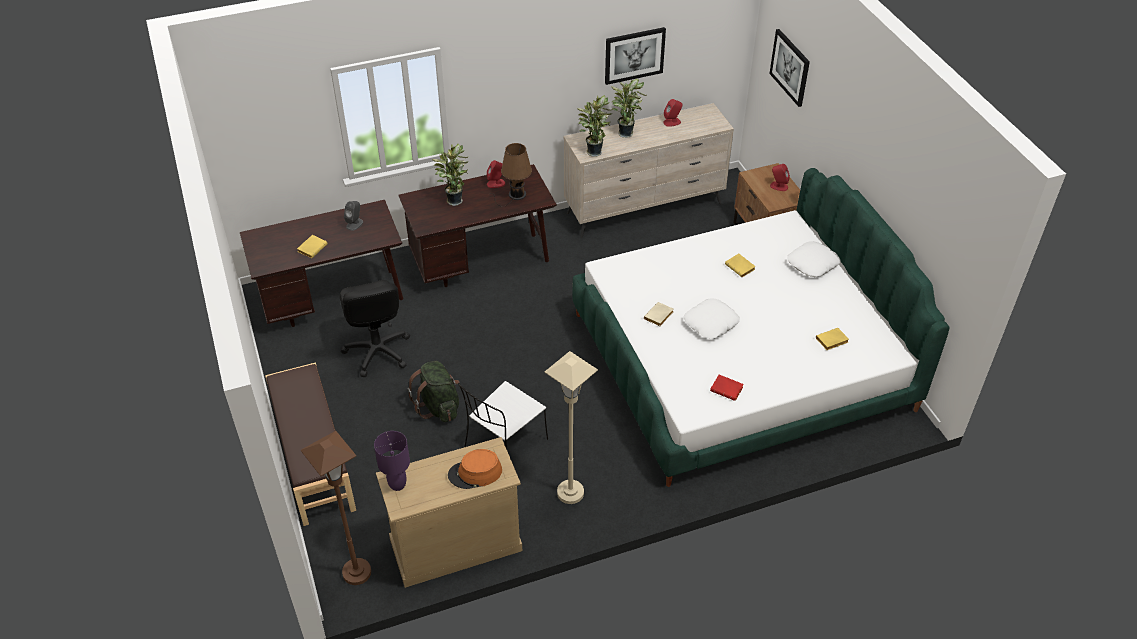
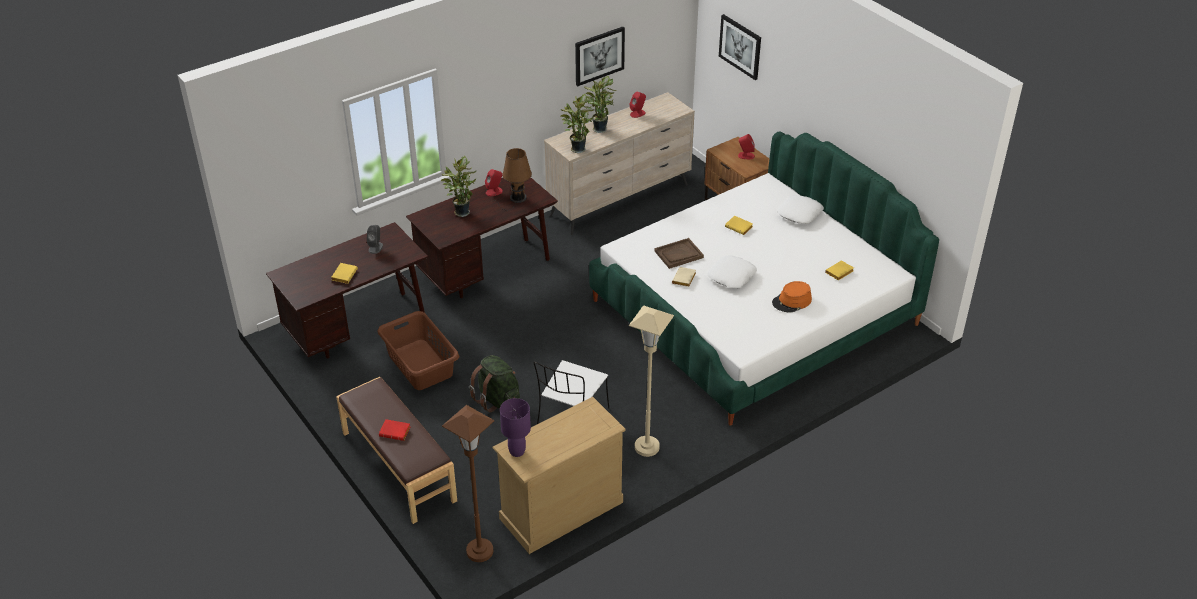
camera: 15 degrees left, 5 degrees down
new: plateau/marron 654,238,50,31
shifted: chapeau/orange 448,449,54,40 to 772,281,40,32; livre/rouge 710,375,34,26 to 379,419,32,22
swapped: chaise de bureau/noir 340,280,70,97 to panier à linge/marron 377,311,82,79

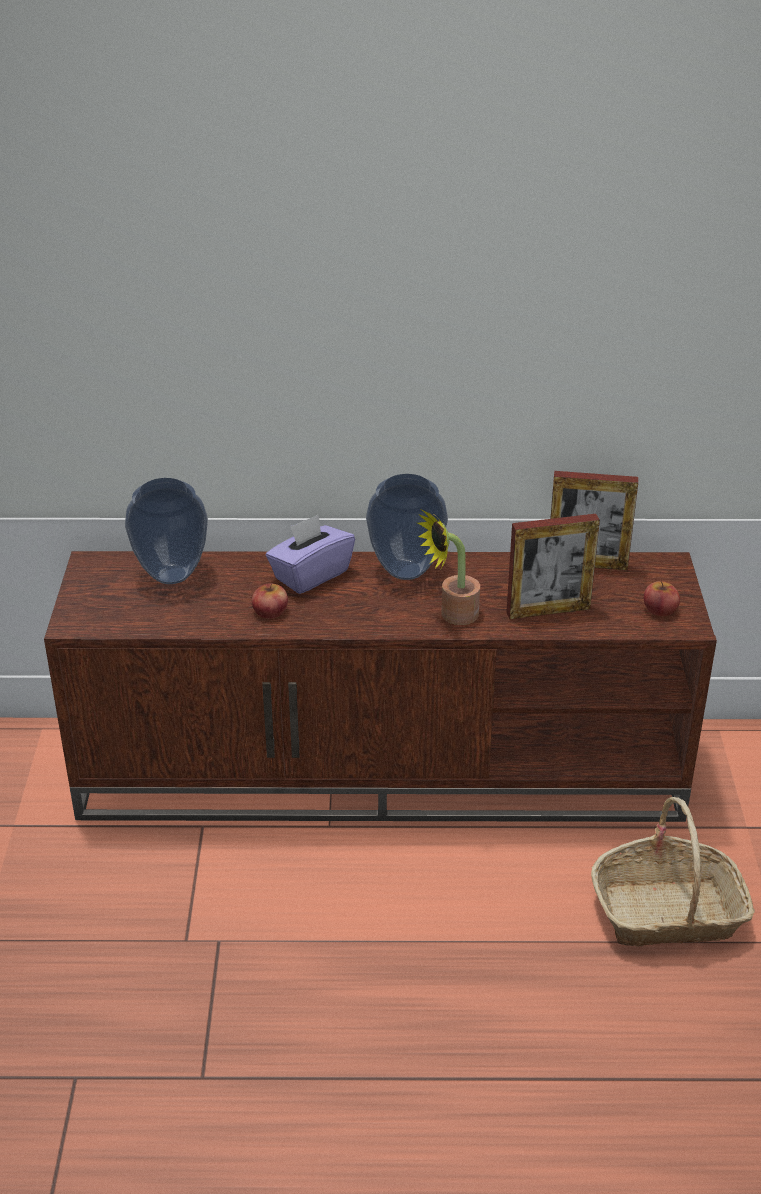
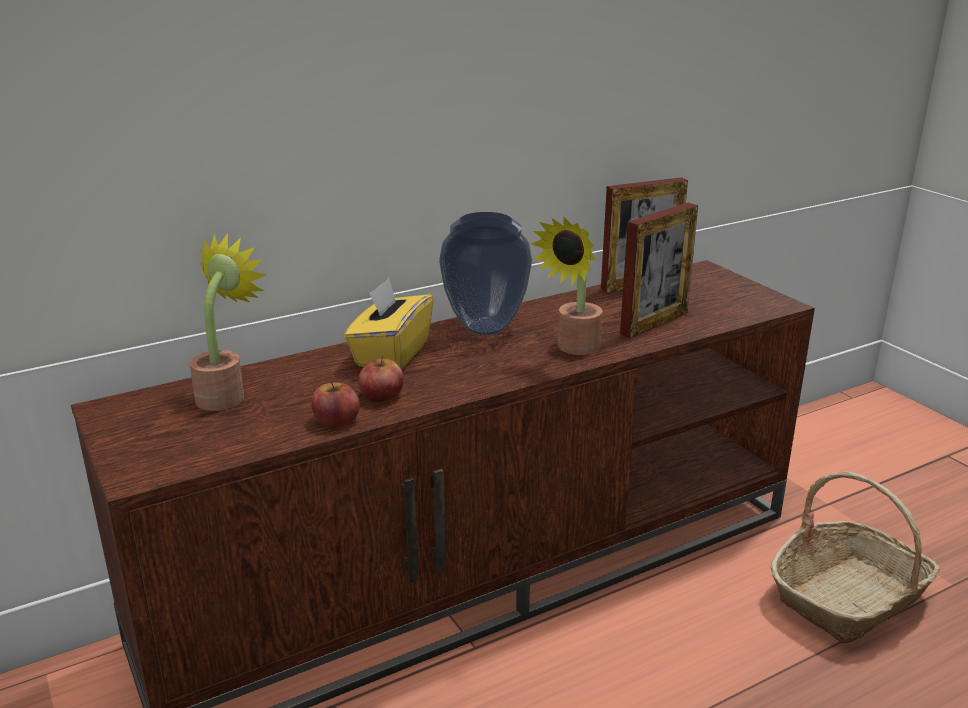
camera: 30 degrees left, 10 degrees down
shifted: pomme 644,581,36,35 to 311,380,49,47
swapped: vase 125,478,83,106 to plante en pot 190,233,77,178
repainted: boîte à mouchoirs/violet 266,514,89,80 to boîte à mouchoirs/jaune 344,278,90,91

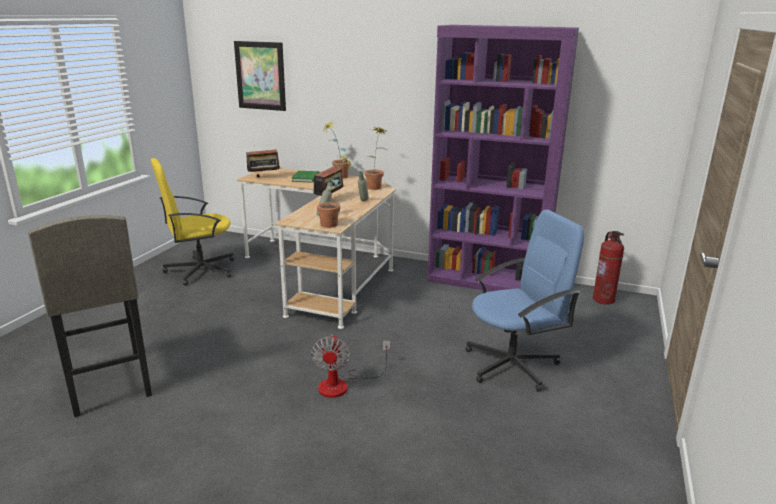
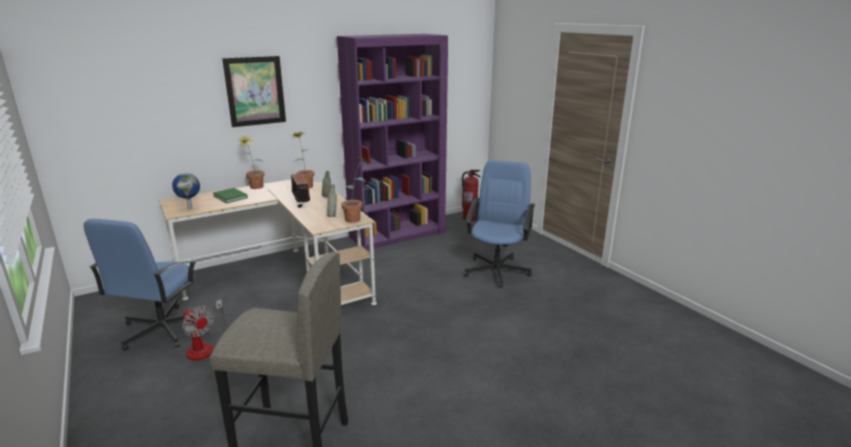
camera: 50 degrees left, 0 degrees up
shifted: tableau 234,41,52,70 to 222,56,64,71; ventilateur 311,335,79,63 to 182,299,44,61
swapped: radio 243,145,38,32 to globe 172,173,28,37
repainted: chaise de bureau/jaune 151,158,83,128 to chaise de bureau/bleu 84,219,122,132

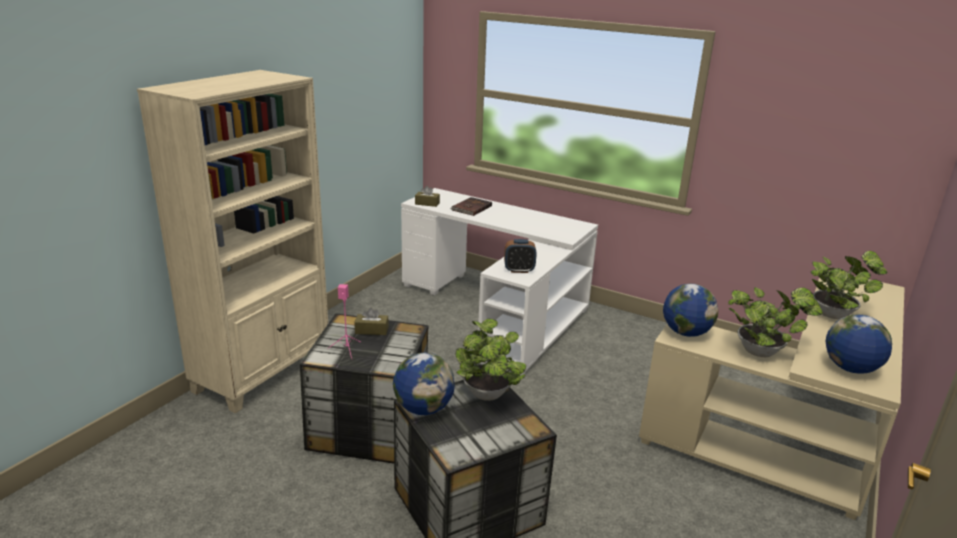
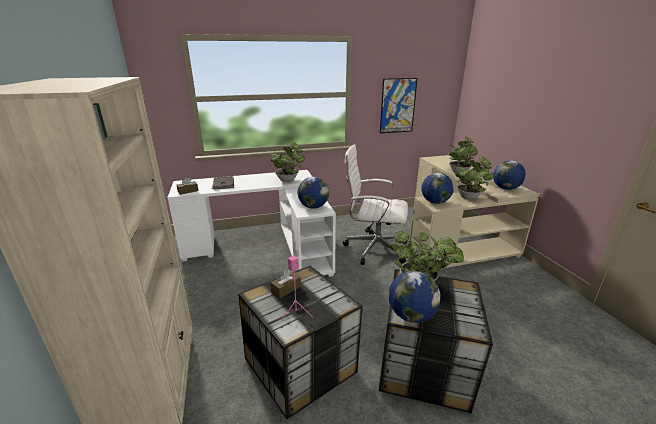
camera: 45 degrees left, 0 degrees up
new: plante en pot 270,142,35,40; chaise de bureau/blanc 343,144,65,121; tableau 380,78,38,55
swapped: réveil 504,239,33,34 to globe 297,177,32,32

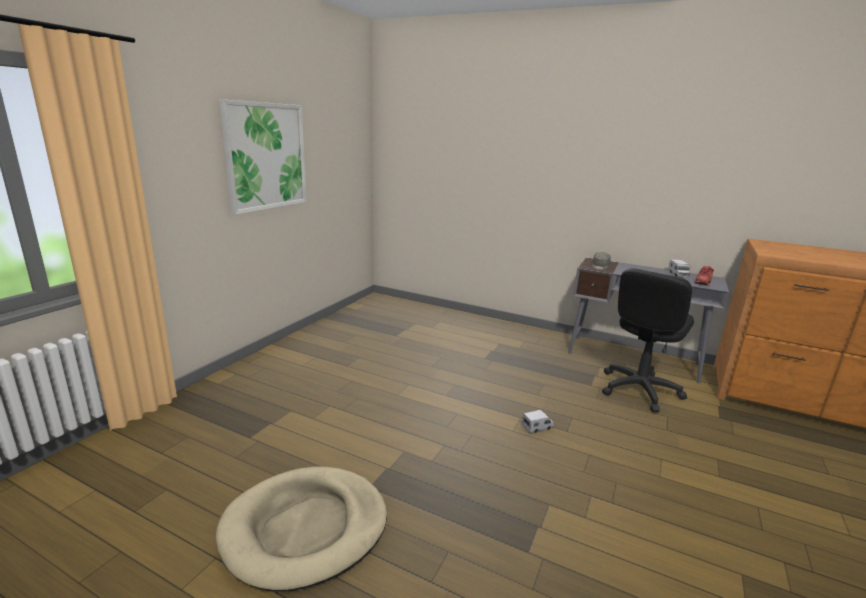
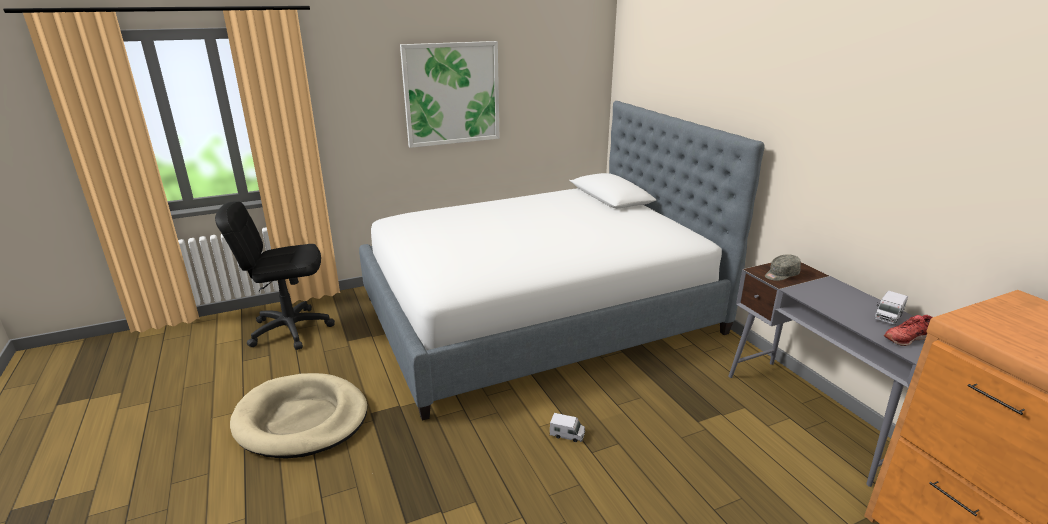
camera: 40 degrees right, 5 degrees up
new: lit 359,101,406,320
shifted: chaise de bureau/noir 602,269,92,143 to 215,202,120,148

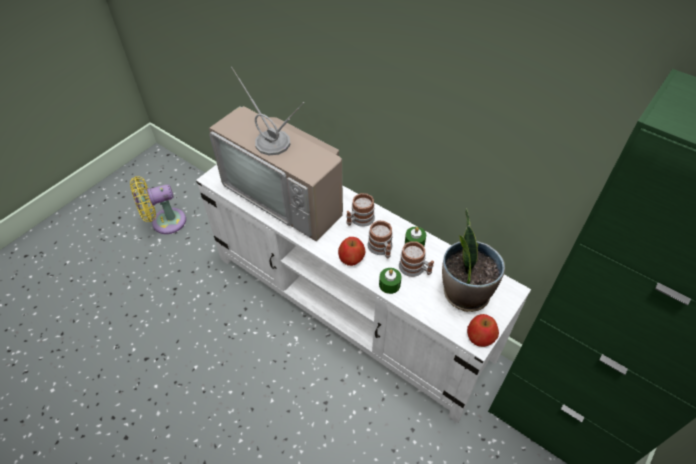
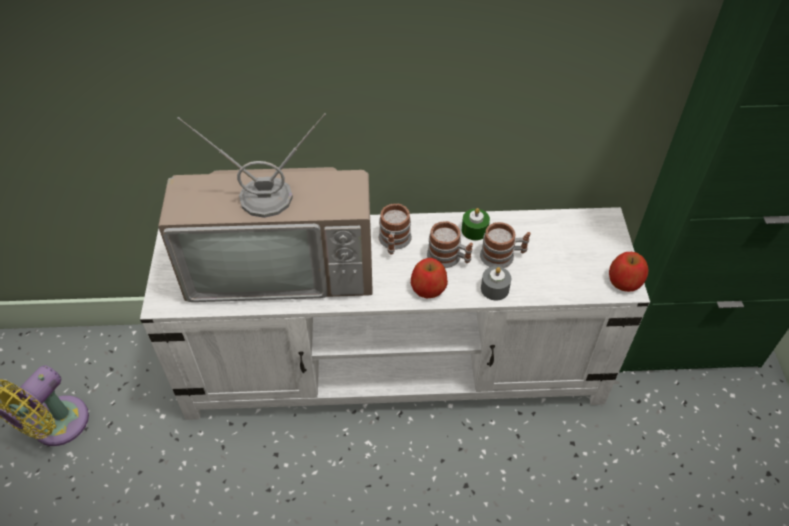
camera: 40 degrees left, 0 degrees up
gone: plante en pot 442,208,63,104
repainted: bougie/vert 379,268,22,26 to bougie/gris 481,266,30,34

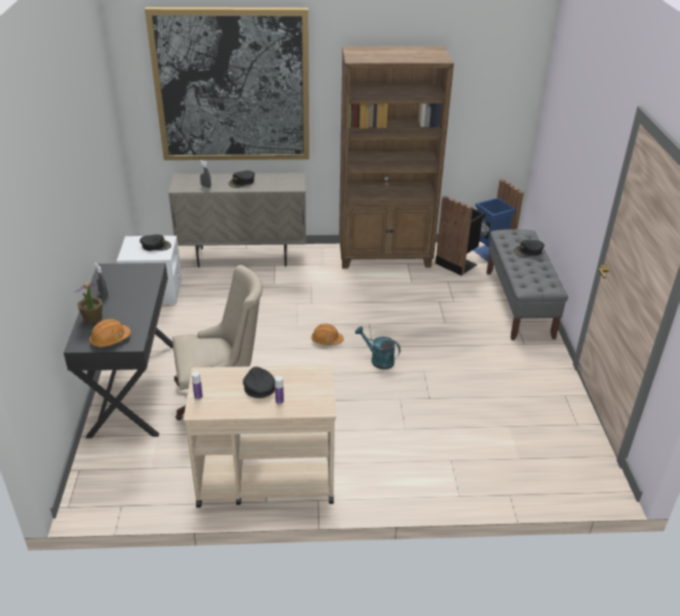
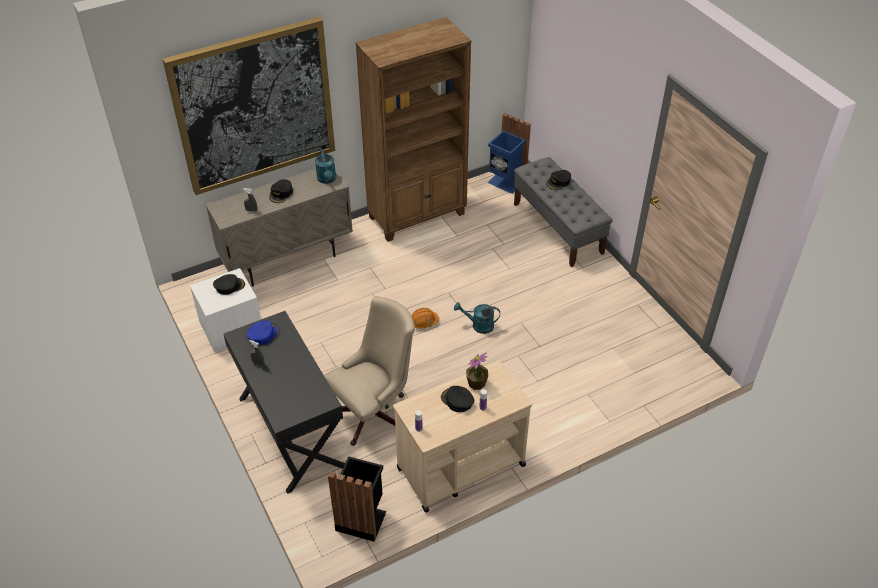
camera: 25 degrees left, 10 degrees up
gone: casque de chantier/orange 90,319,41,29
new: casquette/bleu 246,321,34,24; arrosoir/turquoise 315,149,21,35
shifted: plante en pot 75,282,27,42 to 466,353,22,37; poubelle/noir 435,196,50,80 to 328,456,59,86

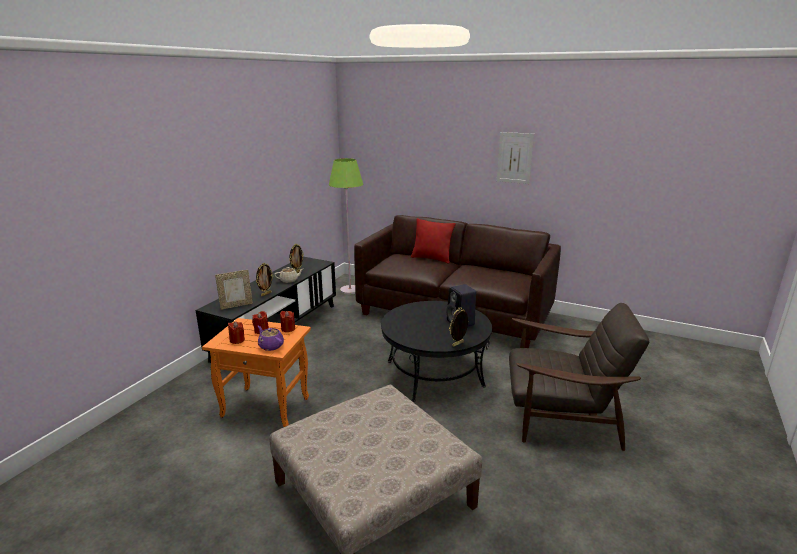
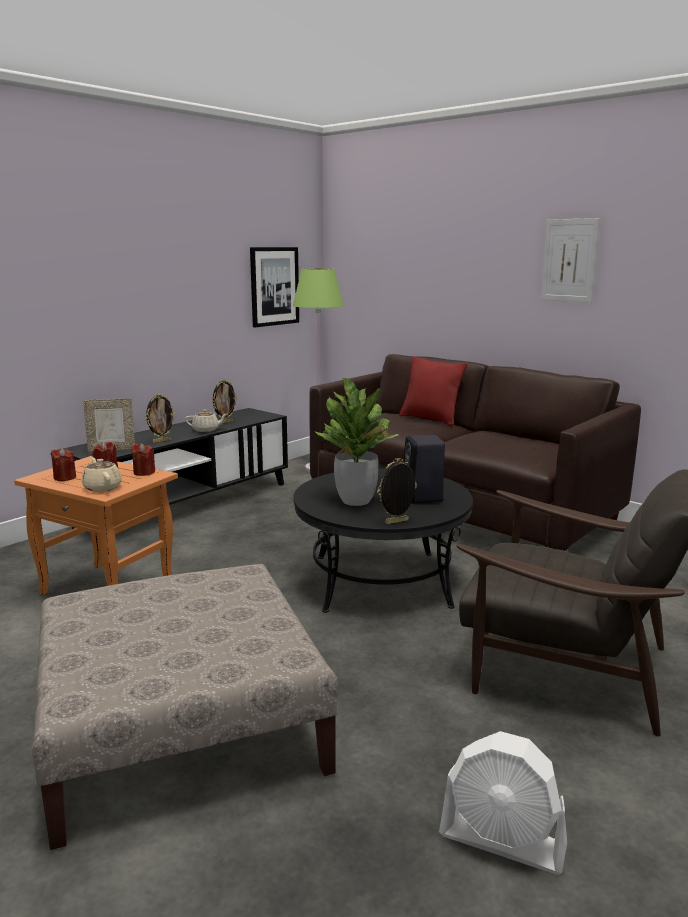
camera: 15 degrees right, 5 degrees down
new: tableau 250,247,49,80; plante en pot 315,378,83,128; ventilateur/blanc 439,731,128,143
repainted: théière/violet 258,326,26,25 to théière/beige 82,457,40,35

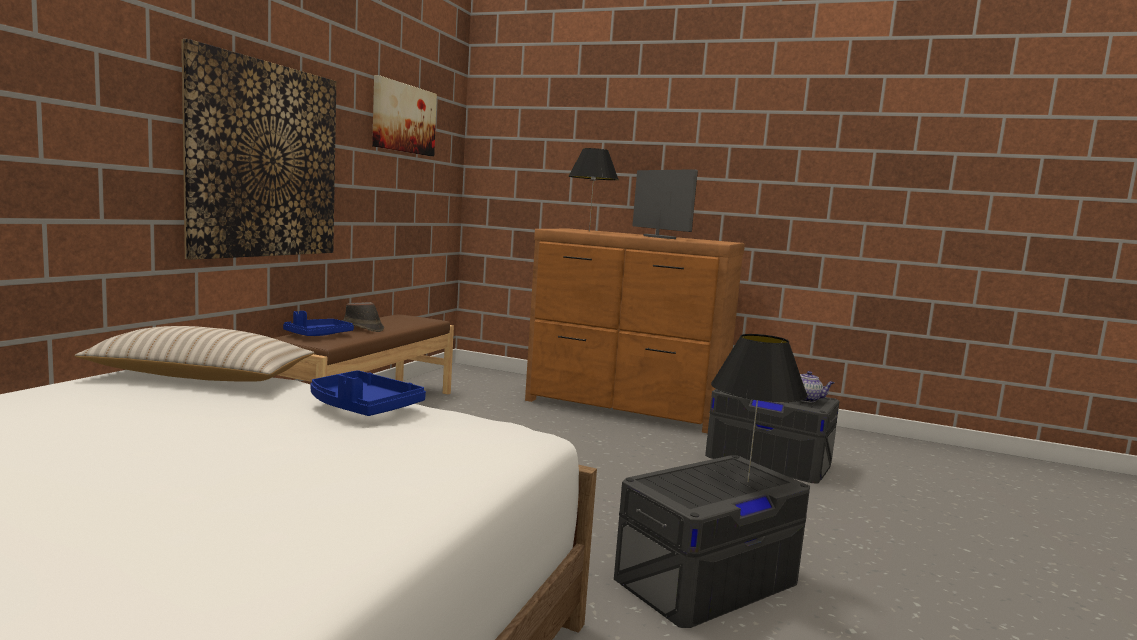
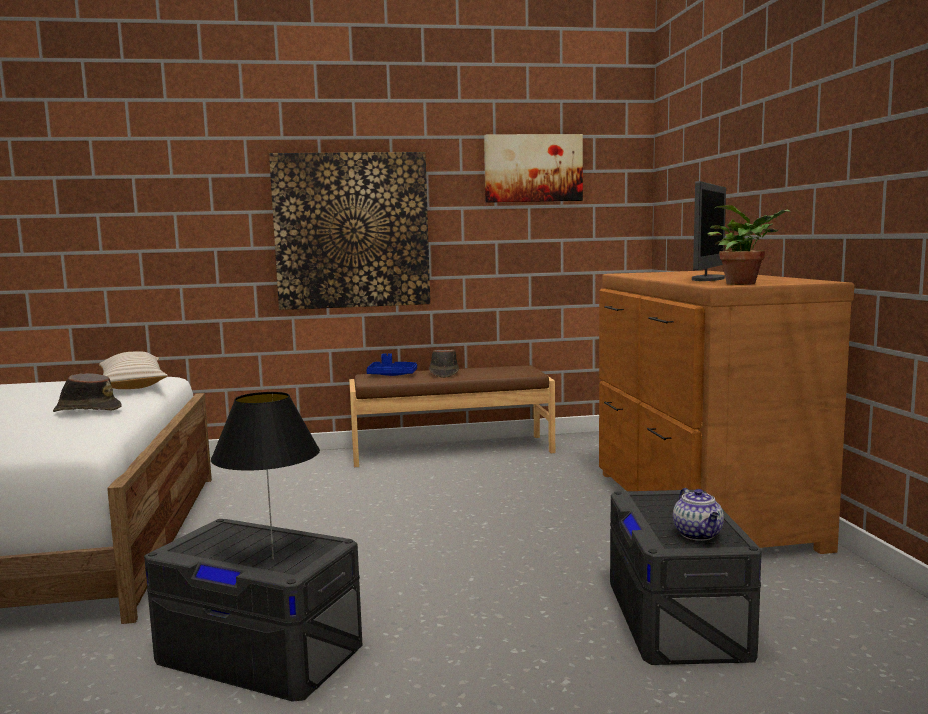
camera: 60 degrees right, 0 degrees up
gone: lampe de table/noir 568,148,51,84
new: plante en pot 707,205,84,80
swapped: plateau/bleu 310,370,116,46 to chapeau/marron 53,373,69,39

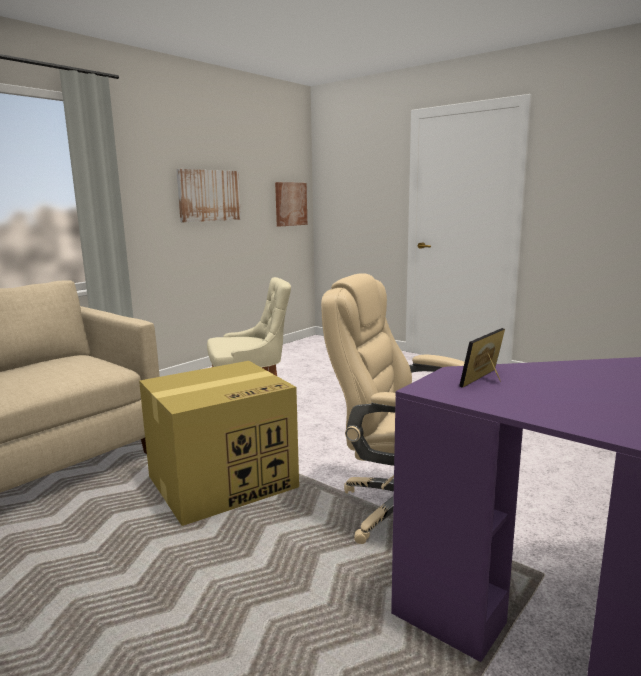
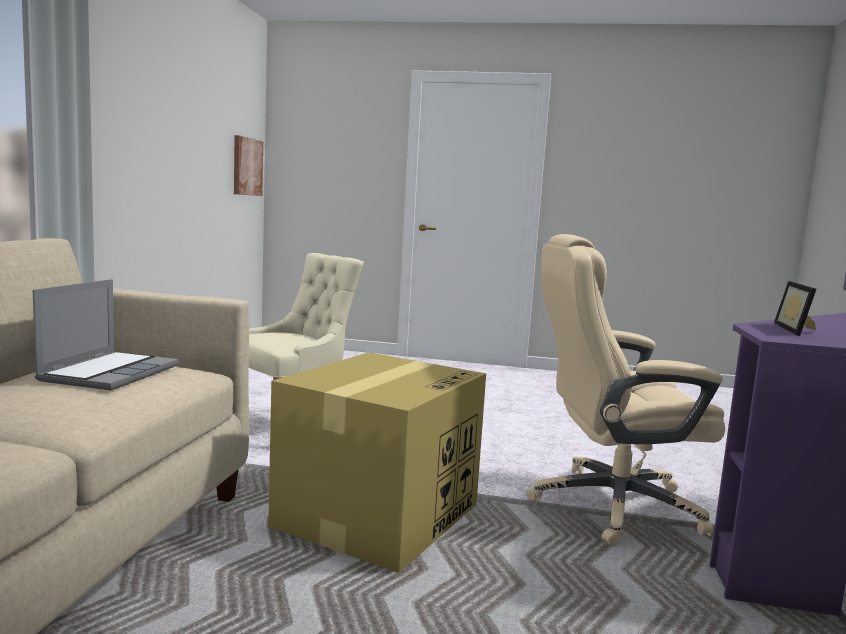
camera: 30 degrees left, 5 degrees down
gone: tableau 176,169,65,53
new: ordinateur portable 33,279,146,112

